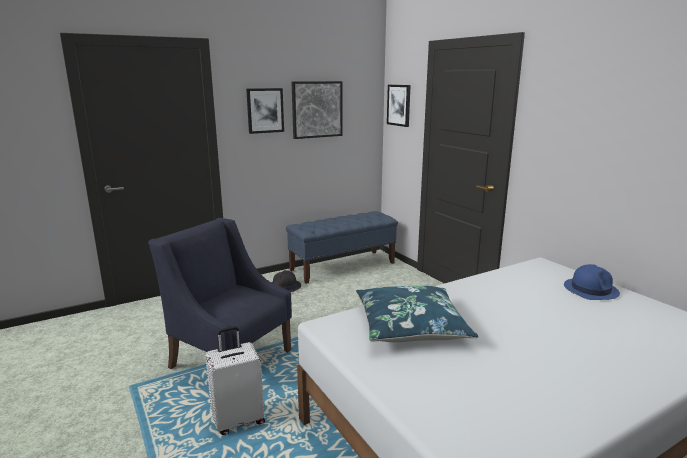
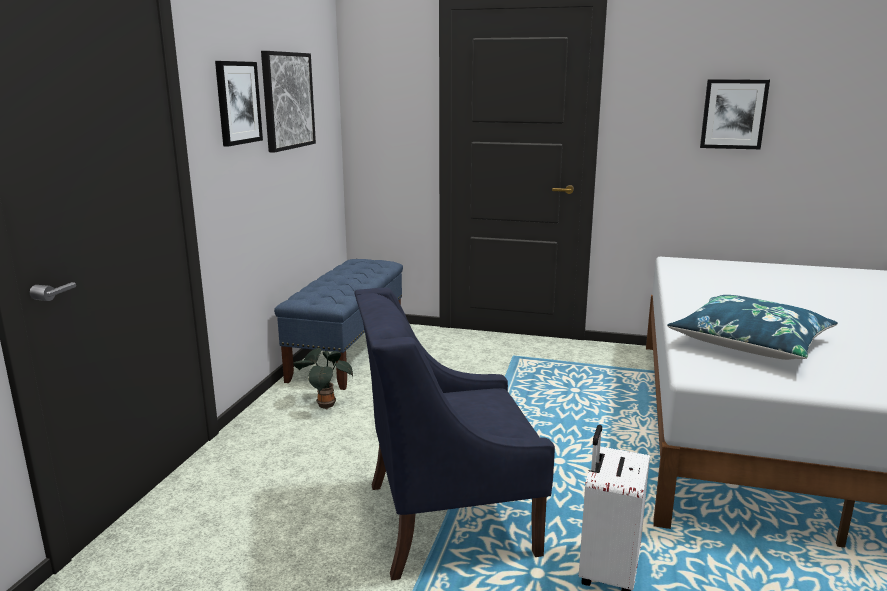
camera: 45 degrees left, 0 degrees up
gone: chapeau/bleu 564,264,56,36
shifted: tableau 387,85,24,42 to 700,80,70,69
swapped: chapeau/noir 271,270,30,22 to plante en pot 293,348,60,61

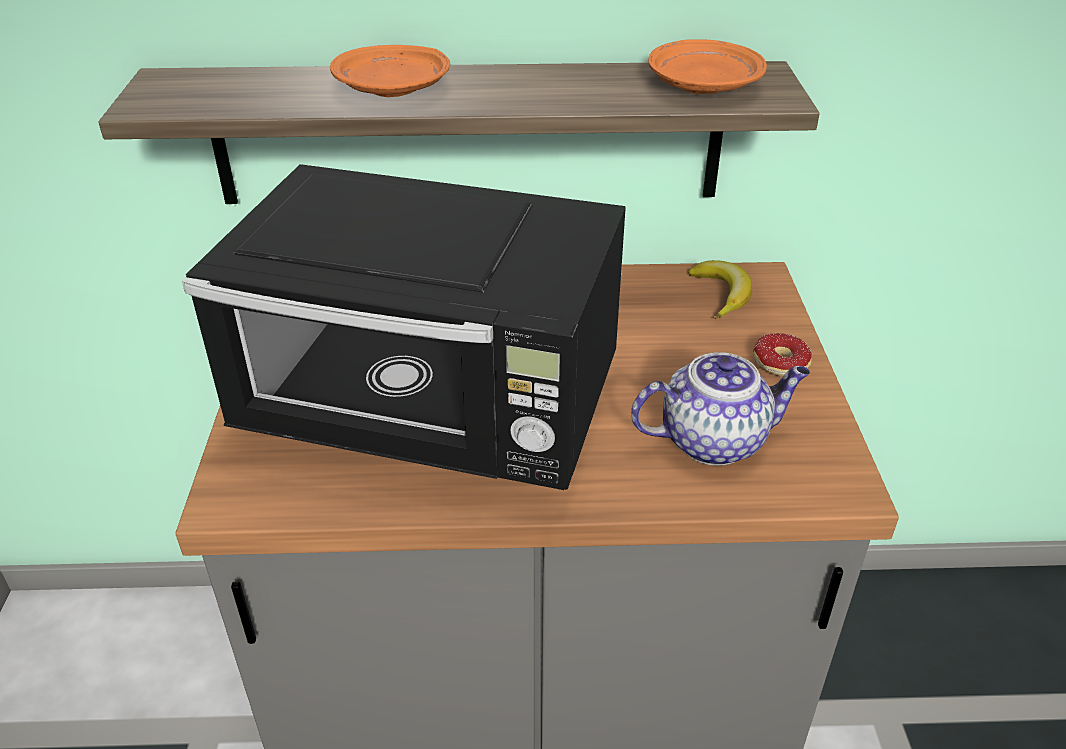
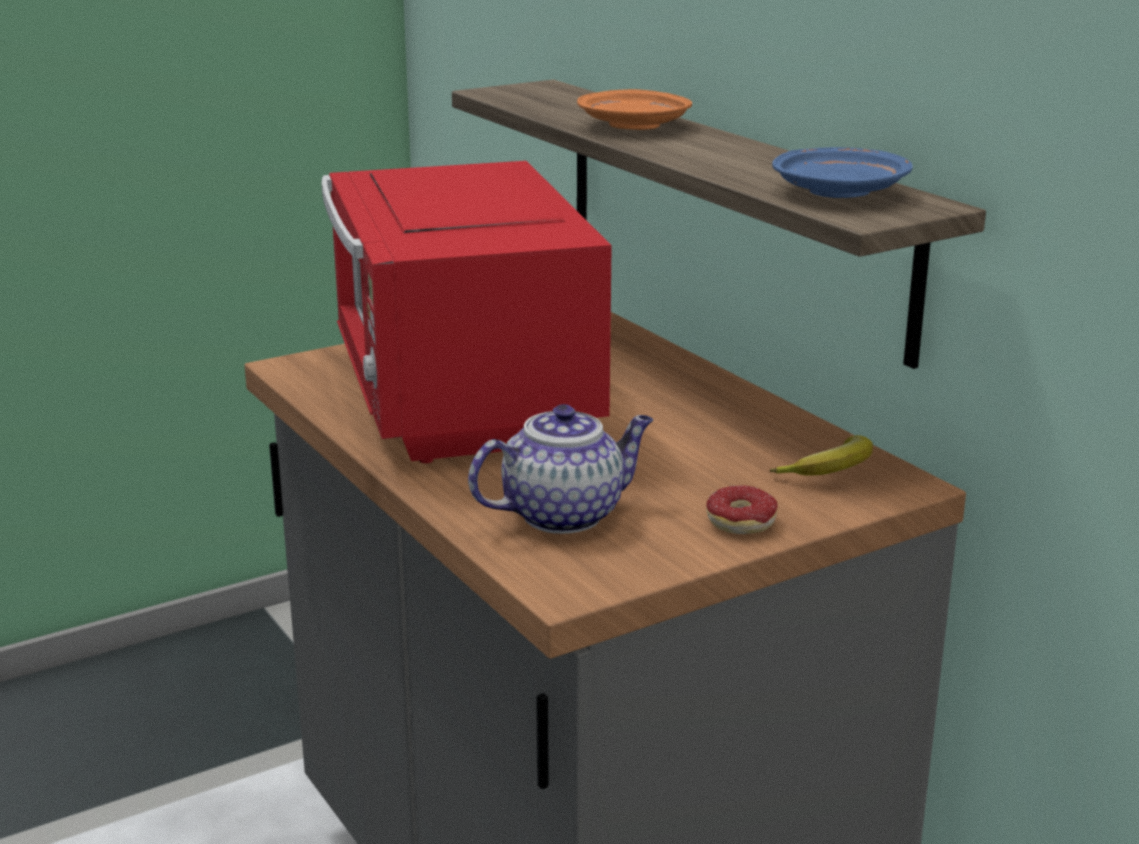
camera: 60 degrees right, 15 degrees down
repainted: micro-ondes/noir 182,164,444,326 to micro-ondes/rouge 321,161,291,302; assiette/orange 648,39,119,55 to assiette/bleu 772,147,141,51
rotated: théière 631,352,179,114 = 468,404,185,130 75 degrees counterclockwise

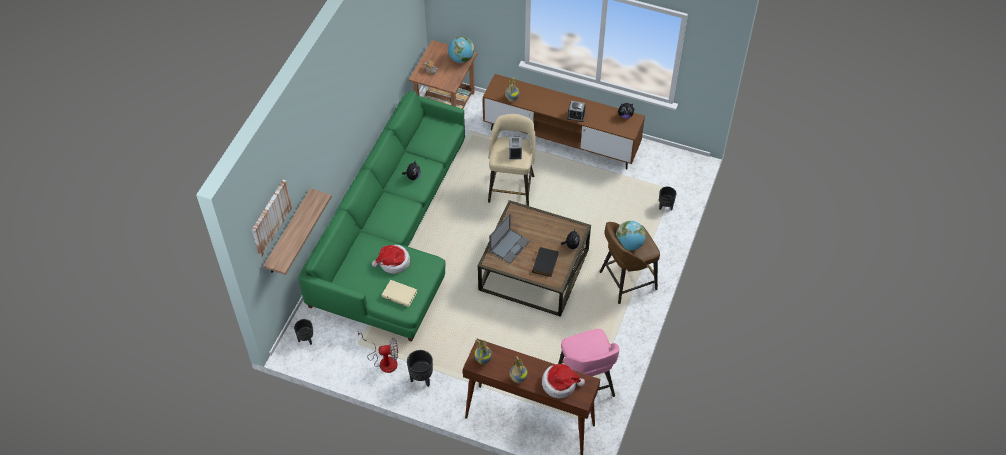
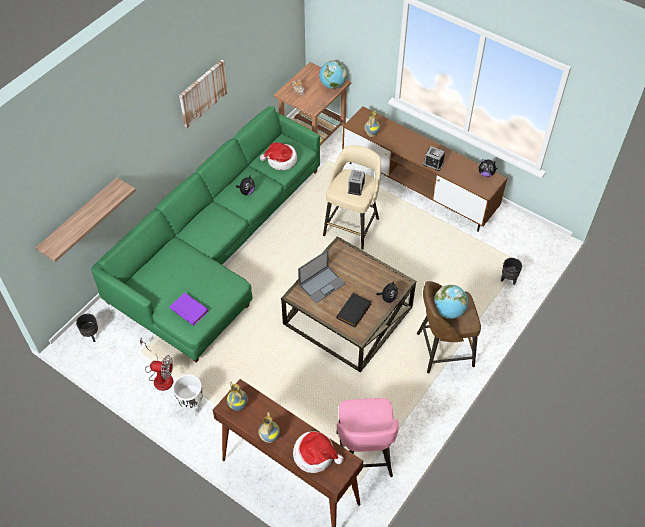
camera: 15 degrees right, 0 degrees up
shifted: tableau 252,180,40,77 to 179,59,49,69; chapeau 372,245,38,29 to 260,142,37,28
repainted: livre/beige 382,280,35,27 to livre/violet 170,293,39,33; cache-pot/noir 407,350,26,37 to cache-pot/blanc 173,374,30,42

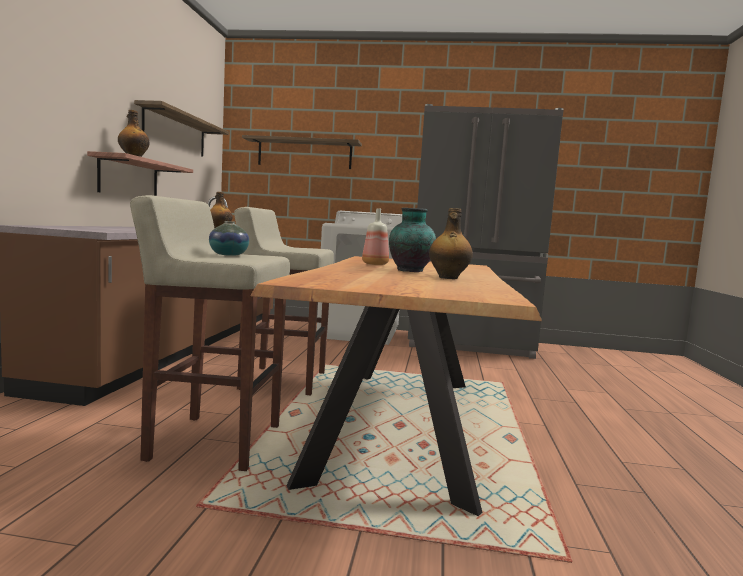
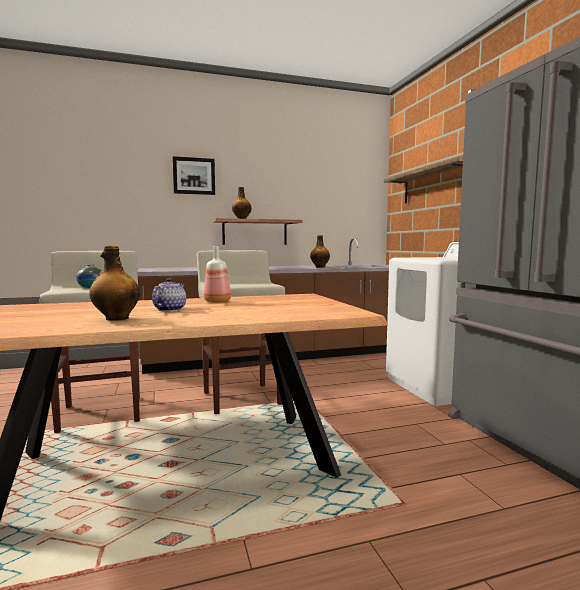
camera: 65 degrees right, 0 degrees up
gone: étagère 134,100,95,57
new: tableau 173,156,42,39
swapped: vase 389,208,47,64 to théière 152,278,34,33

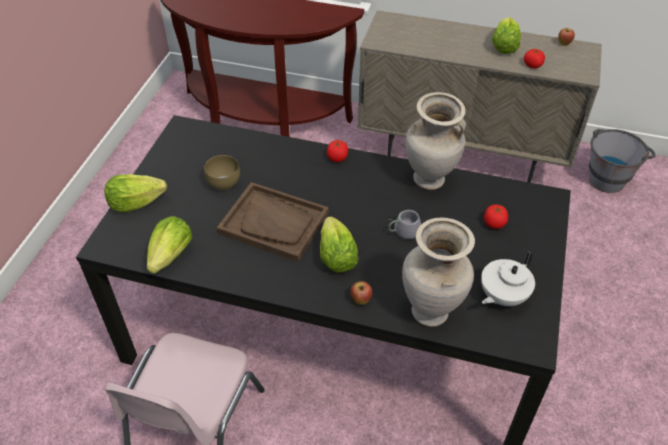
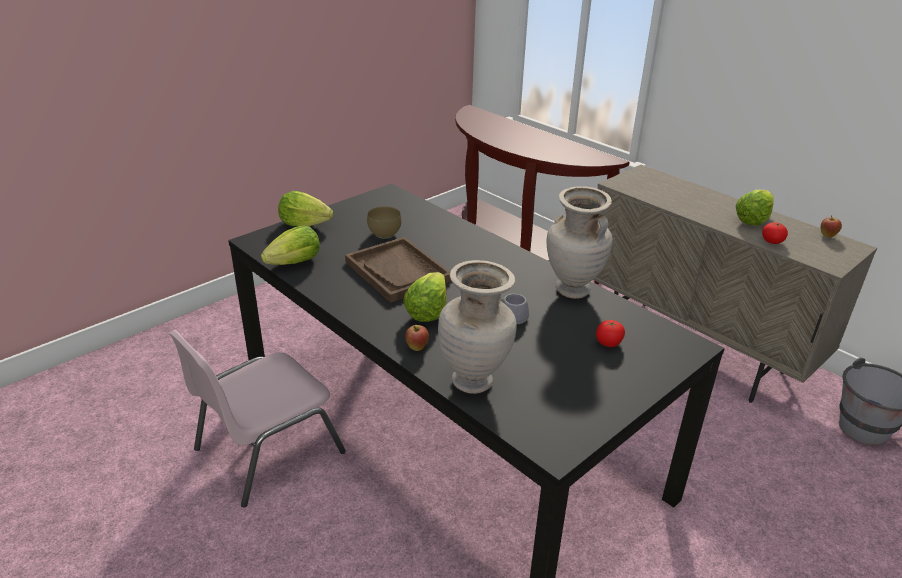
camera: 30 degrees right, 15 degrees down
gone: tomate 327,140,21,22; théière/blanc 481,252,54,54

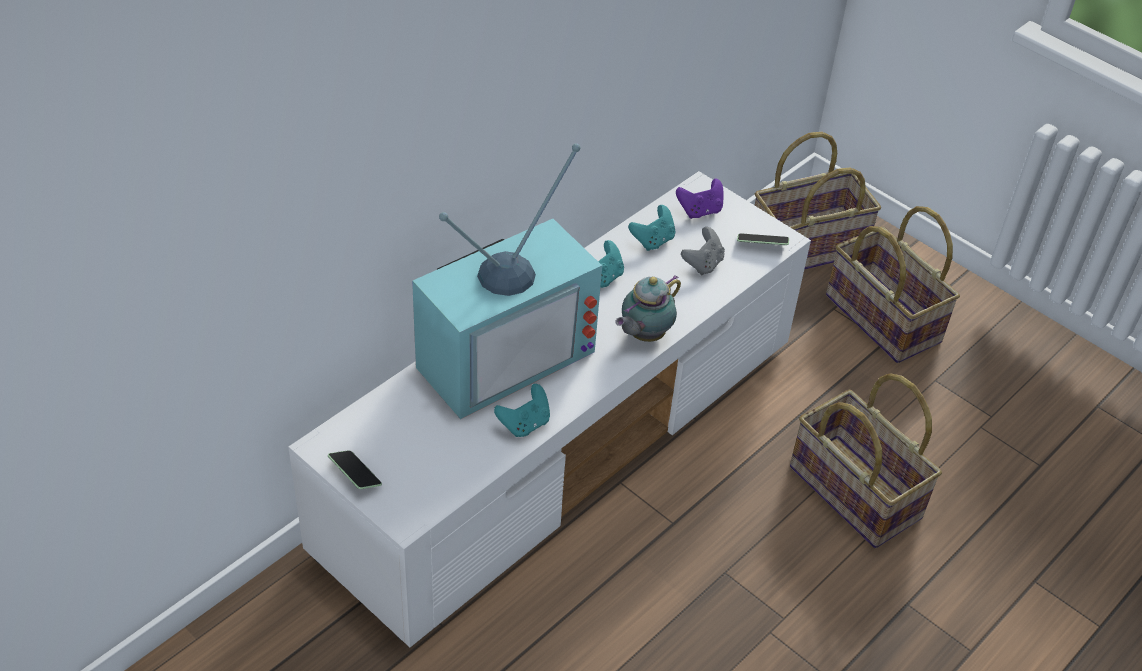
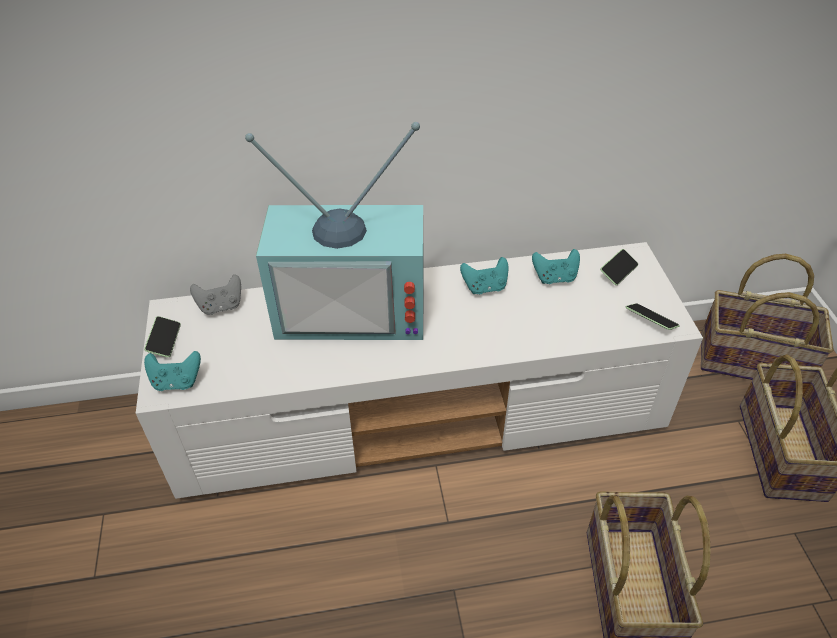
camera: 40 degrees right, 0 degrees up
gone: théière 615,275,66,67
shifted: manette/turquoise 494,384,56,53 to 144,351,57,40; manette/gris 681,227,44,48 to 190,274,51,41
swapped: manette/violet 676,178,48,41 to téléphone 600,249,38,36

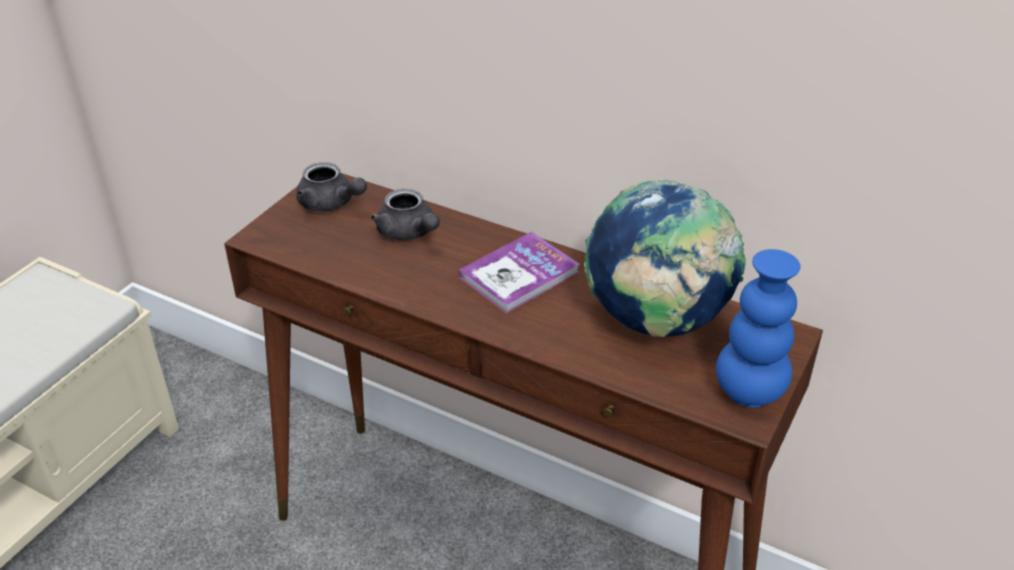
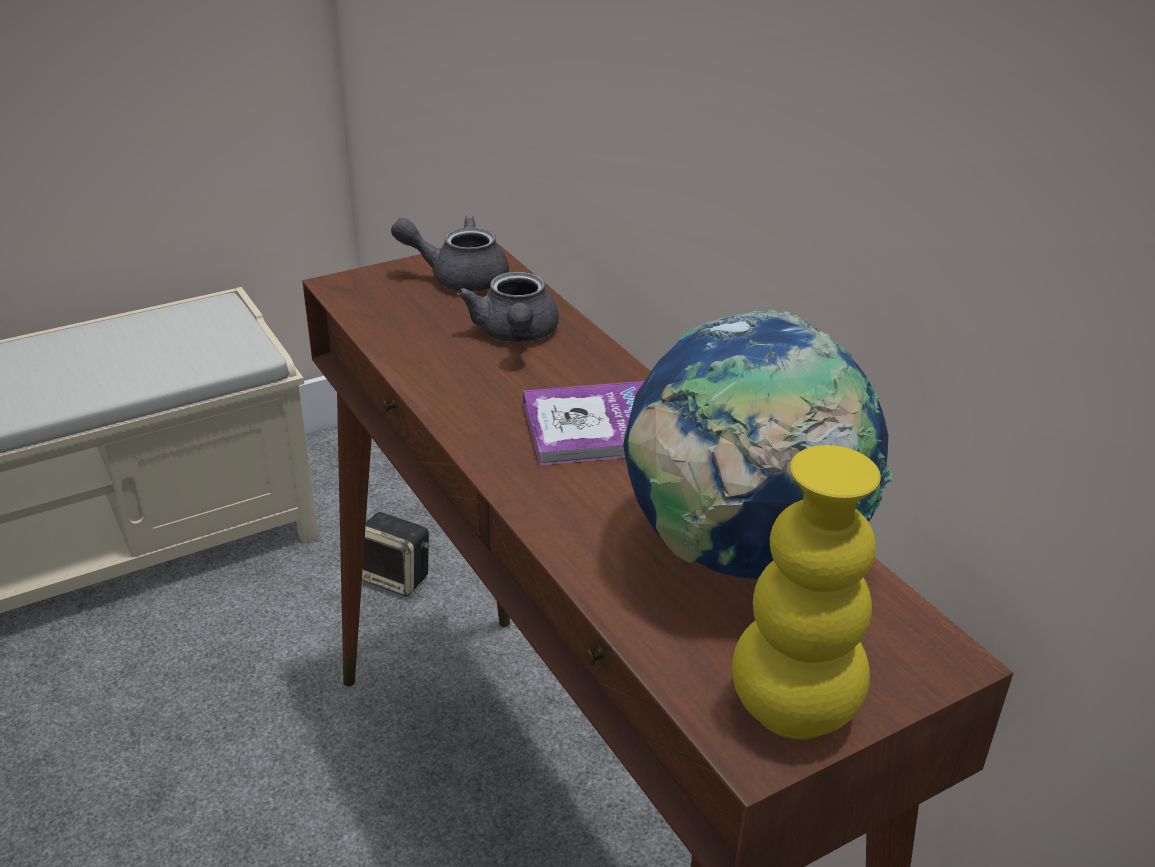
camera: 30 degrees right, 5 degrees down
new: enceinte 362,512,67,85
repainted: vase/bleu 716,249,85,159 to vase/jaune 732,445,149,295
rotated: théière/gris 296,162,71,50 = 391,215,118,76 120 degrees clockwise

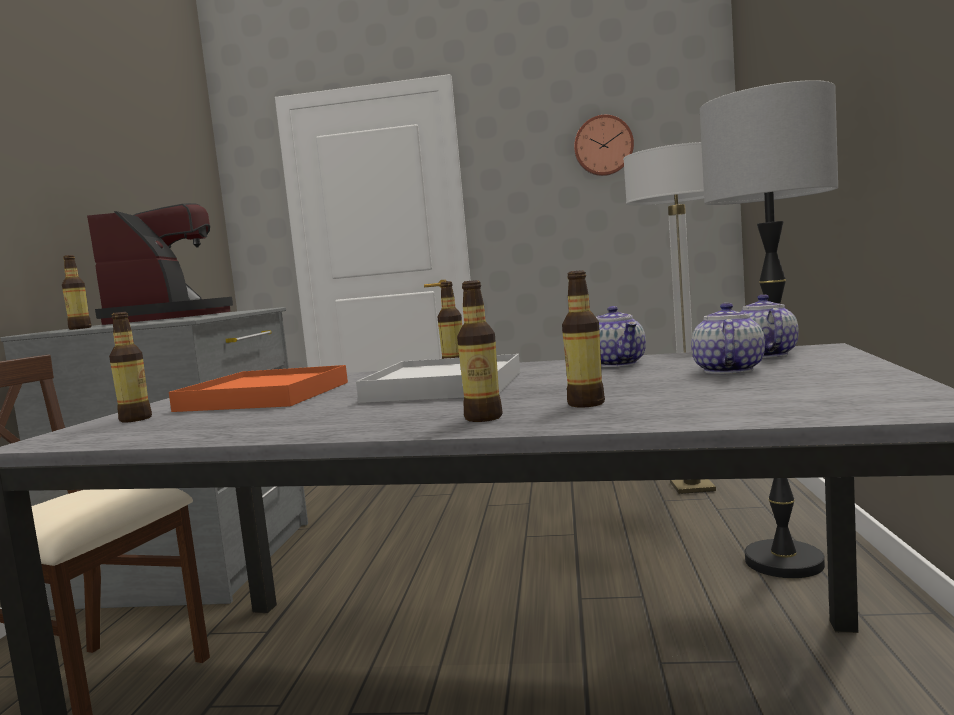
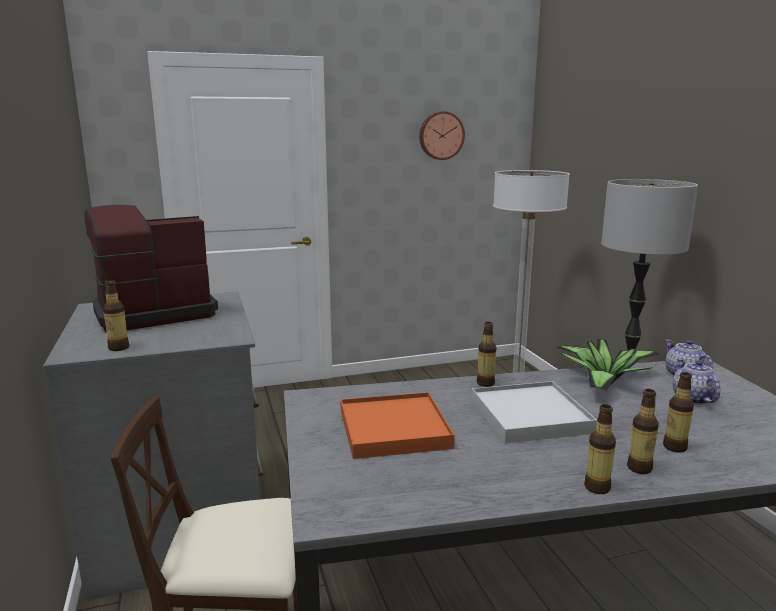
camera: 25 degrees left, 10 degrees up
shifted: bouteille 109,312,43,110 to 584,404,32,90
swapped: théière 596,306,50,61 to plante en pot 556,339,103,52
rotated: machine à café 87,203,146,122 = 85,205,133,127 90 degrees counterclockwise

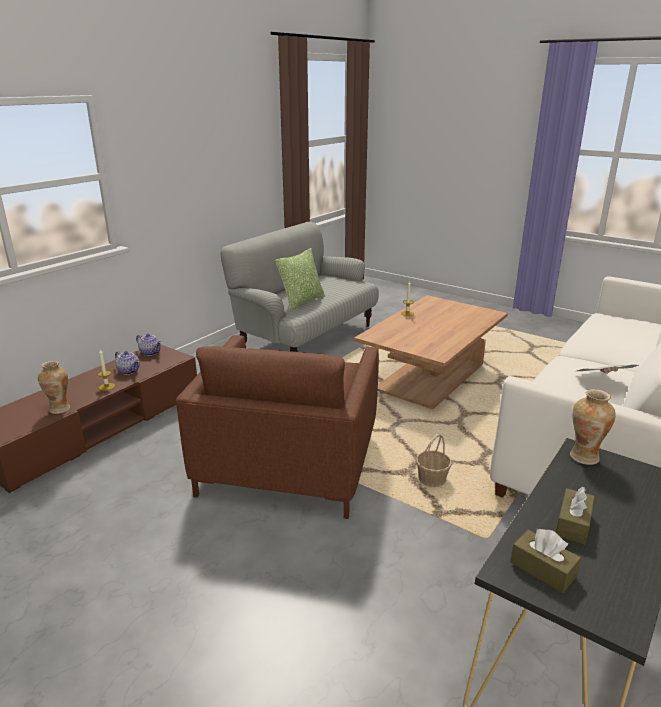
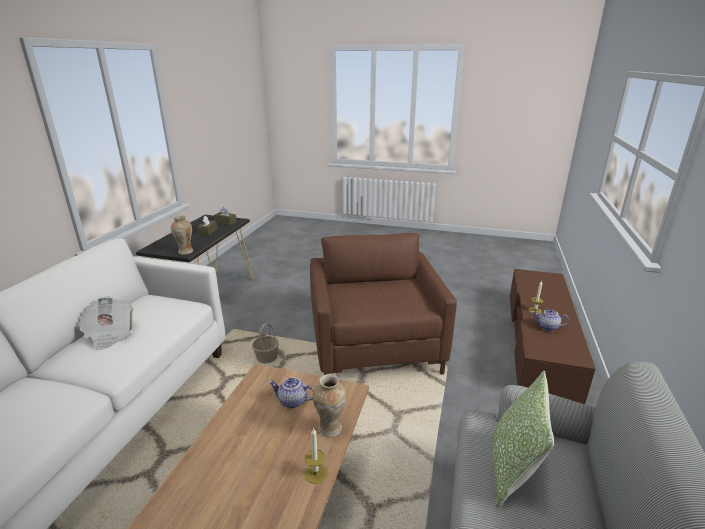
camera: 160 degrees right, 0 degrees up
shifted: vase 38,361,32,53 to 313,374,34,63; théière 136,334,26,22 to 269,377,45,32

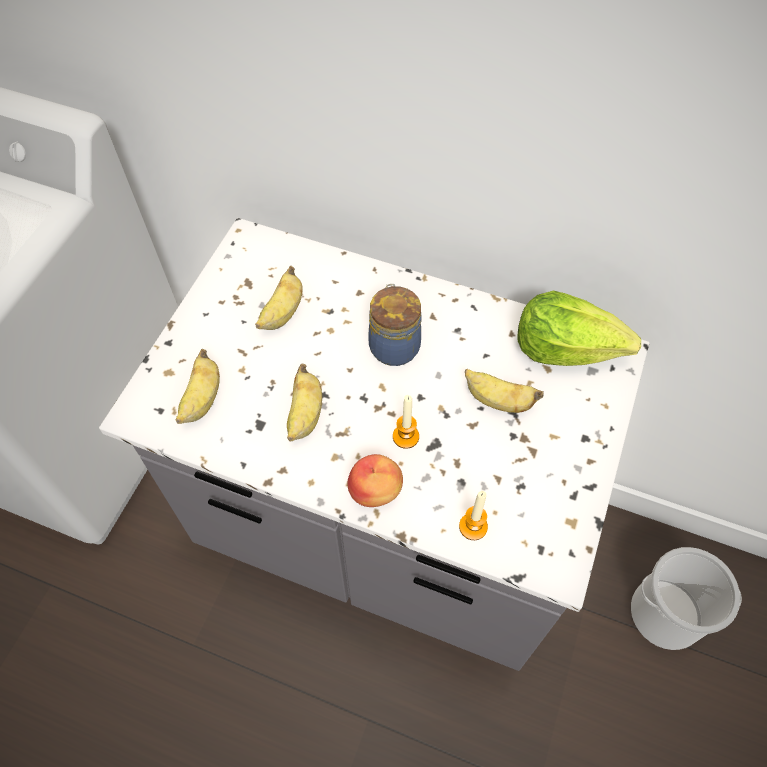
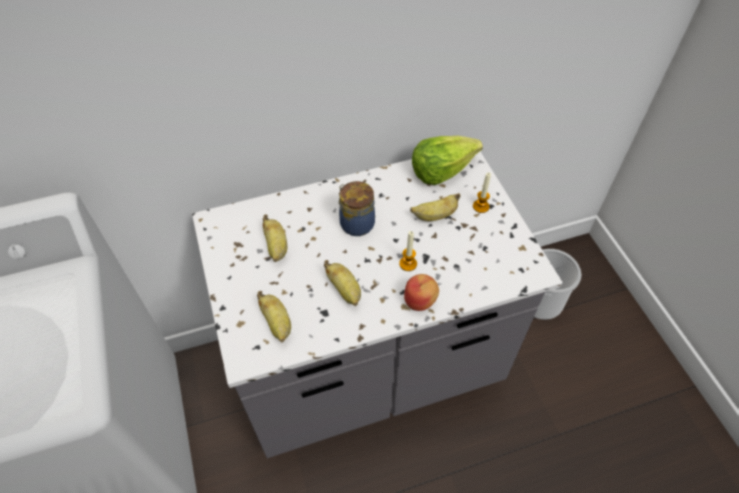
camera: 40 degrees left, 5 degrees down
shifted: bougie 459,491,29,49 to 473,172,18,41

